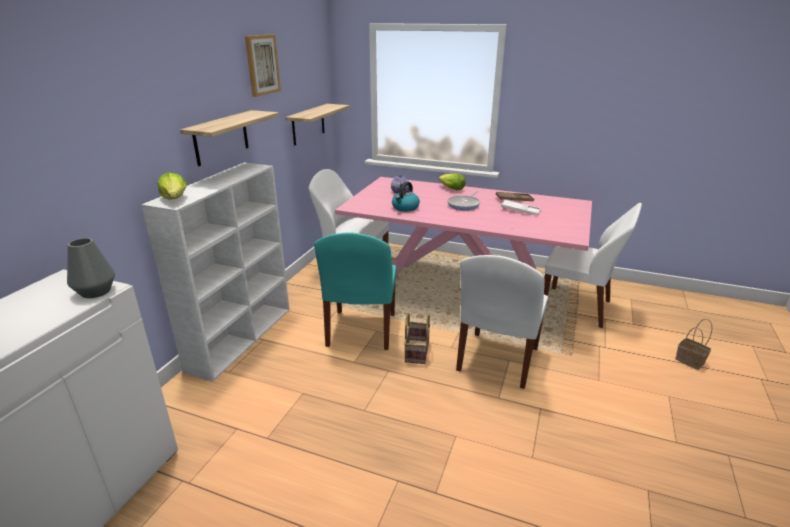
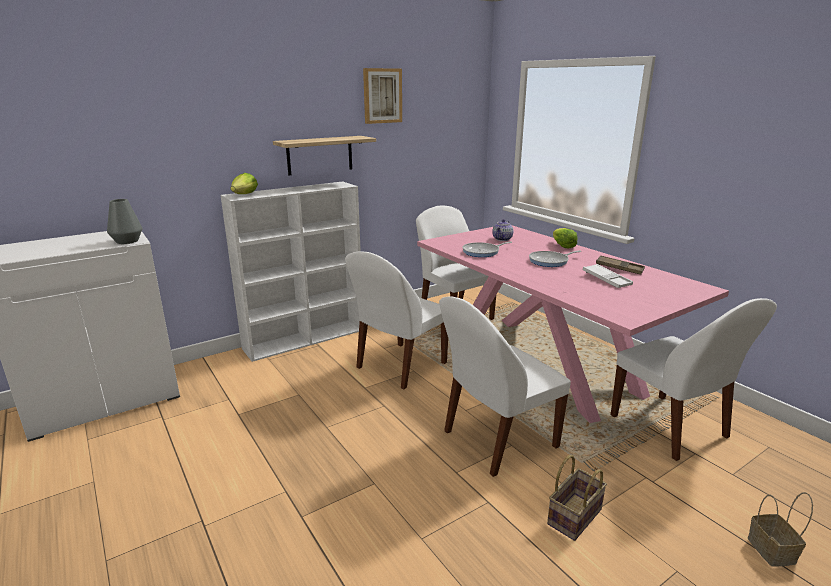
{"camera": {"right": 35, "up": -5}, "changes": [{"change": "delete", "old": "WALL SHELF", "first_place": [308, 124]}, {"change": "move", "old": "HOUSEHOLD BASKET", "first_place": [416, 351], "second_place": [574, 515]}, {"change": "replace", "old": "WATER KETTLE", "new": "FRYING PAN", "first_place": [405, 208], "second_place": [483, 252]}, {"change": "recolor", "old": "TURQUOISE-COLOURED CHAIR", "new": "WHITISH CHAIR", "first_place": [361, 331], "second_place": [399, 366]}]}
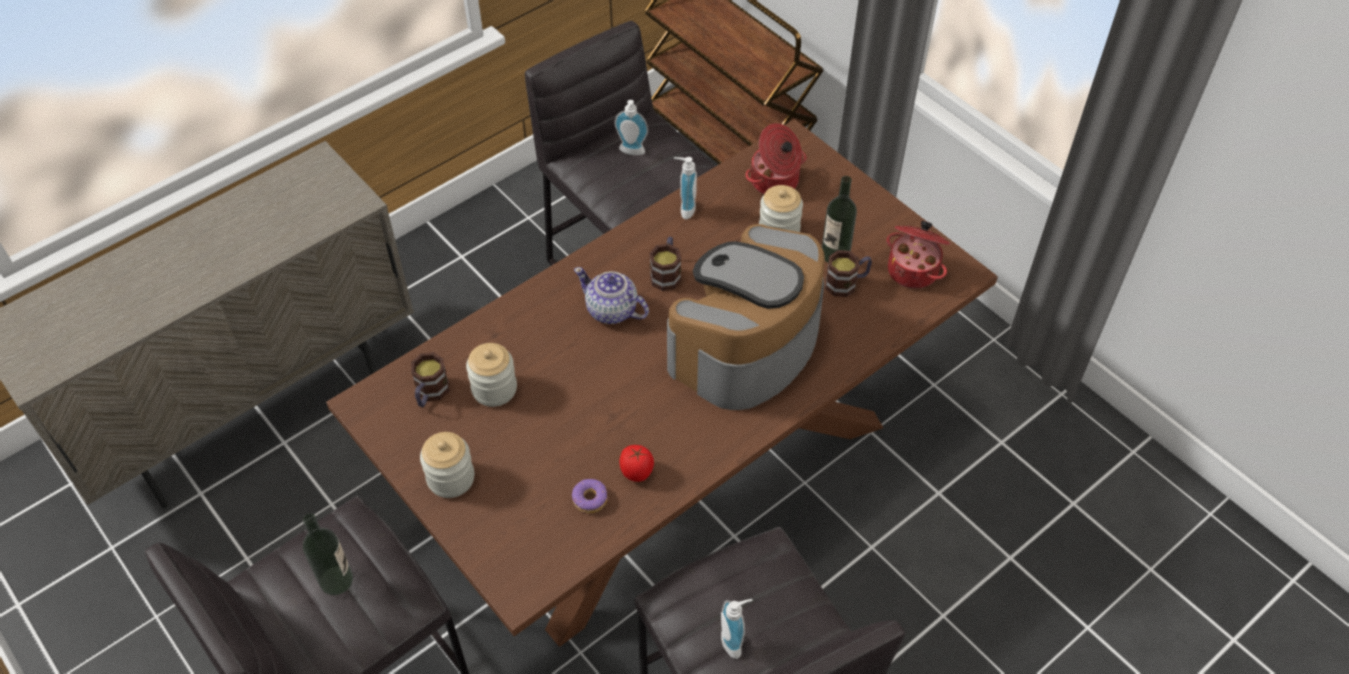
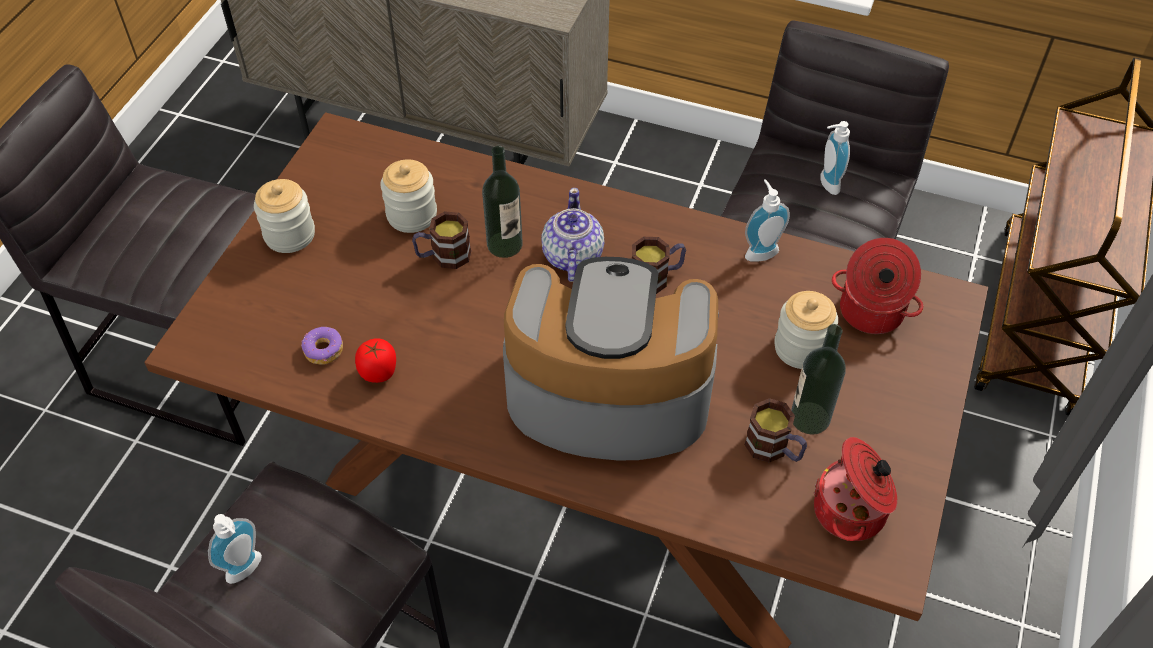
{"camera": {"right": 60, "up": 0}, "changes": [{"change": "move", "old": "BEVERAGE BOTTLE", "first_place": [336, 580], "second_place": [504, 244]}, {"change": "move", "old": "MUG", "first_place": [430, 394], "second_place": [443, 256]}]}
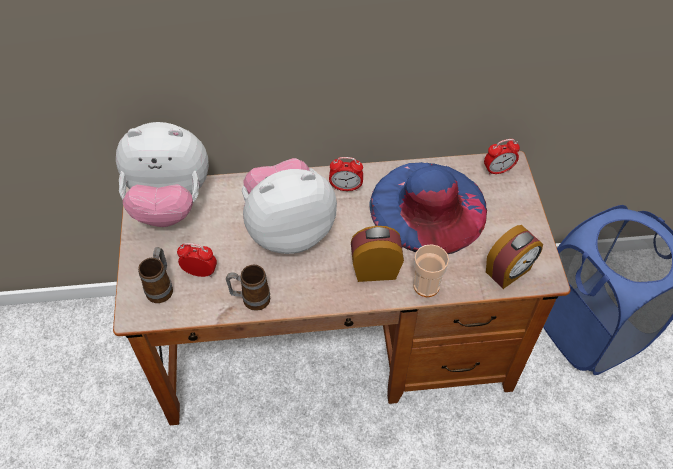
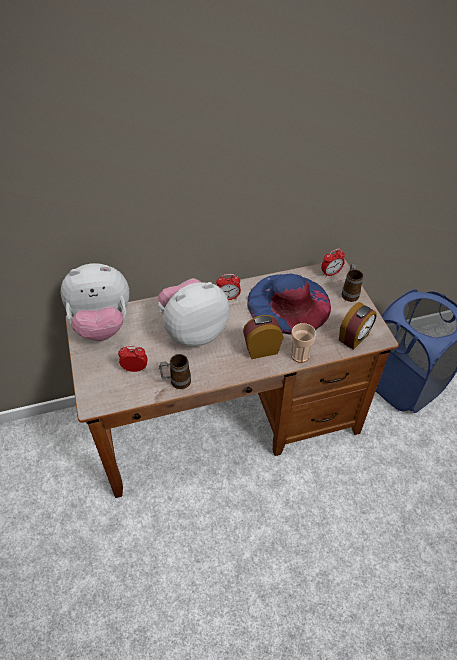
{"camera": {"right": -10, "up": -5}, "changes": [{"change": "move", "old": "MUG", "first_place": [161, 287], "second_place": [349, 293]}]}
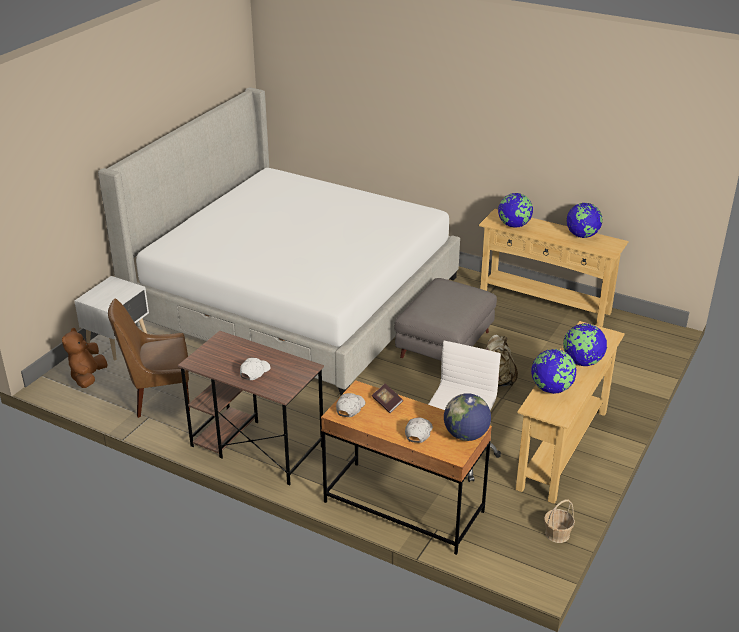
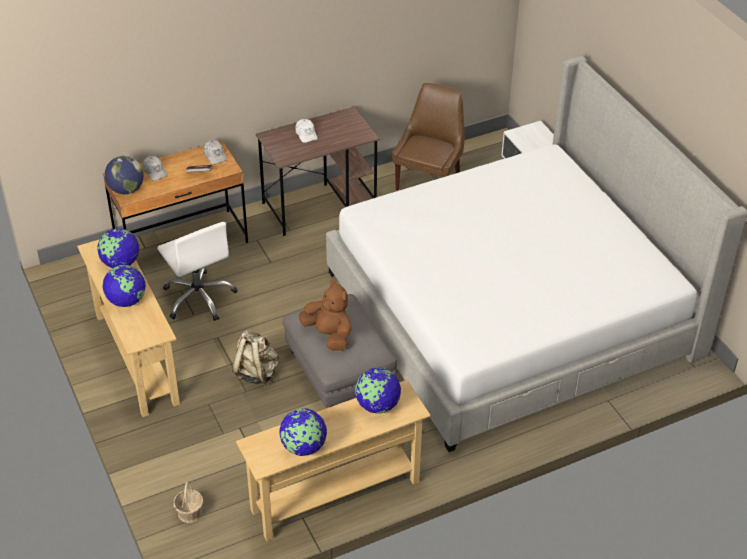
{"camera": {"right": 125, "up": 10}, "changes": [{"change": "move", "old": "BROWN PLUSH TOY", "first_place": [88, 377], "second_place": [329, 335]}, {"change": "move", "old": "HOUSEHOLD BASKET", "first_place": [557, 534], "second_place": [190, 513]}]}
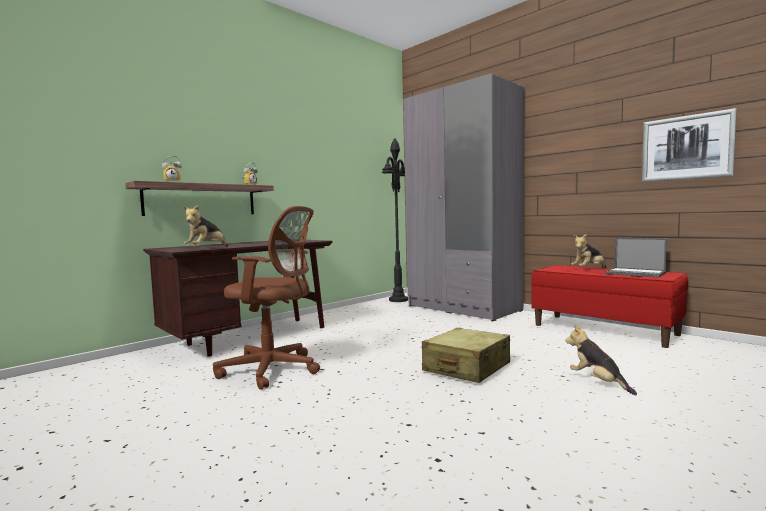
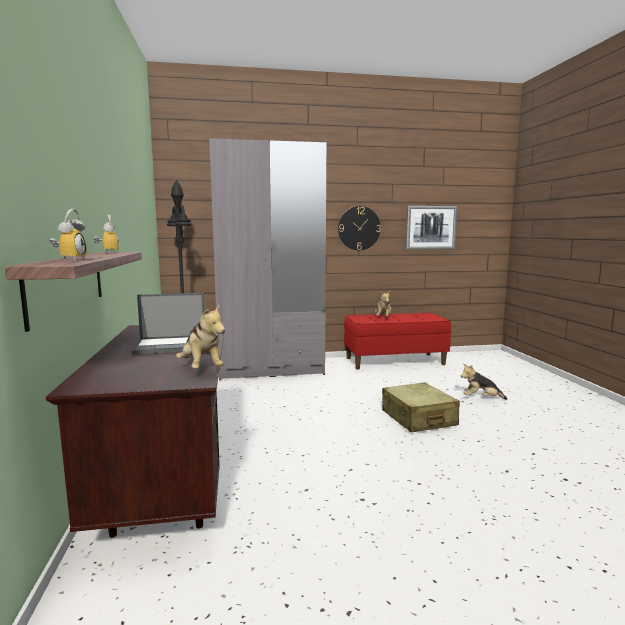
{"camera": {"right": -55, "up": 5}, "changes": [{"change": "delete", "old": "BROWN COMPUTER CHAIR", "first_place": [273, 370]}, {"change": "insert", "new": "CLOCK ON THE WALL", "second_place": [359, 228]}, {"change": "move", "old": "NOTEBOOK COMPUTER", "first_place": [636, 273], "second_place": [172, 345]}]}
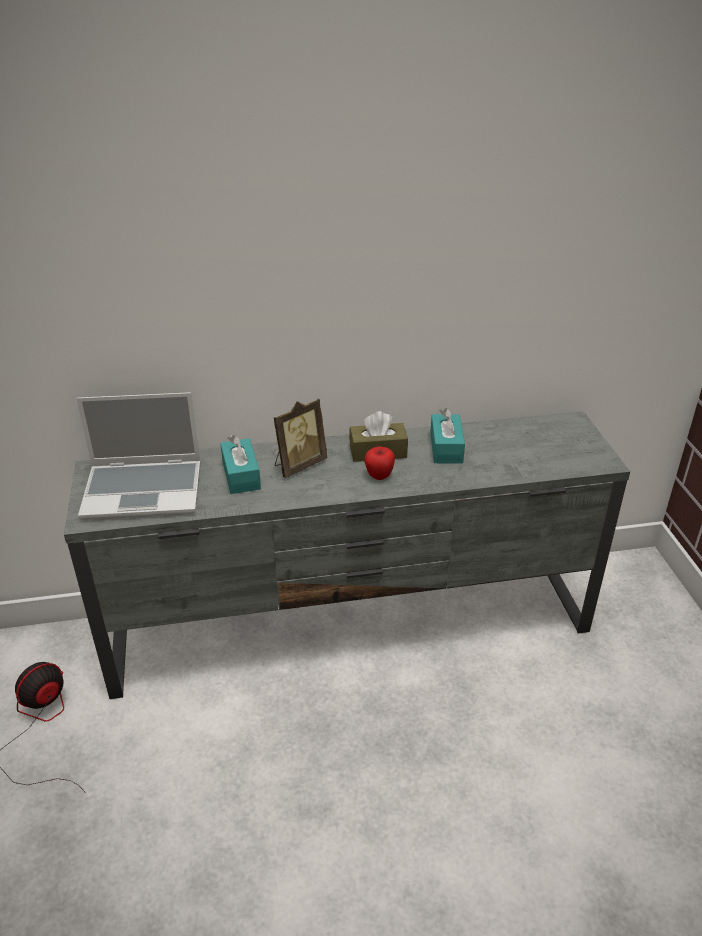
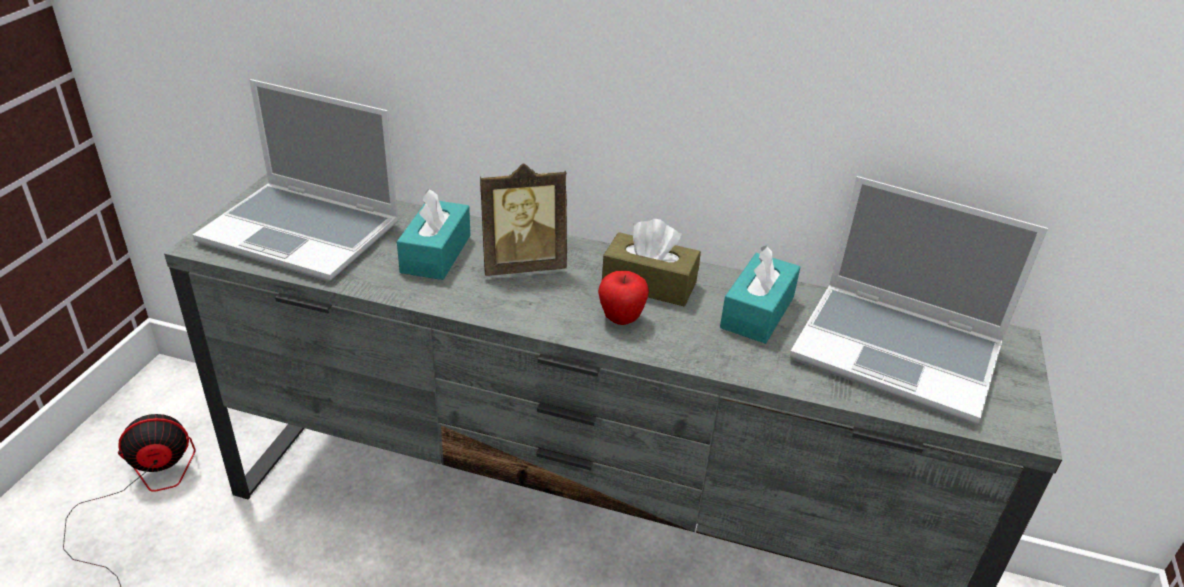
{"camera": {"right": 25, "up": 0}, "changes": [{"change": "insert", "new": "NOTEBOOK COMPUTER", "second_place": [899, 353]}]}
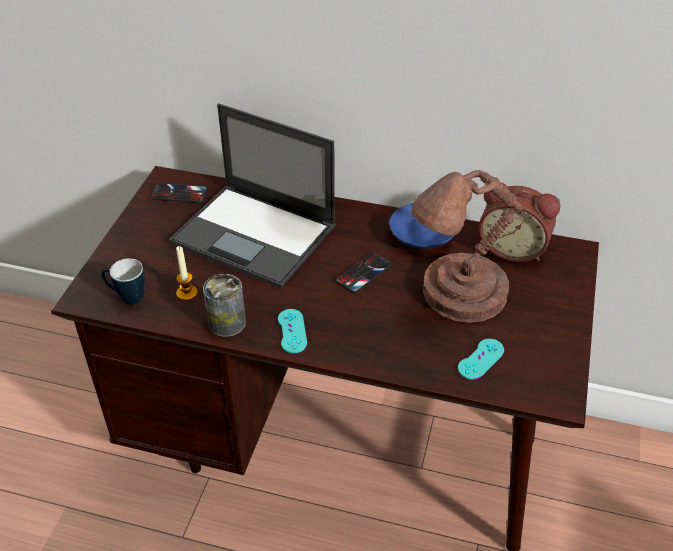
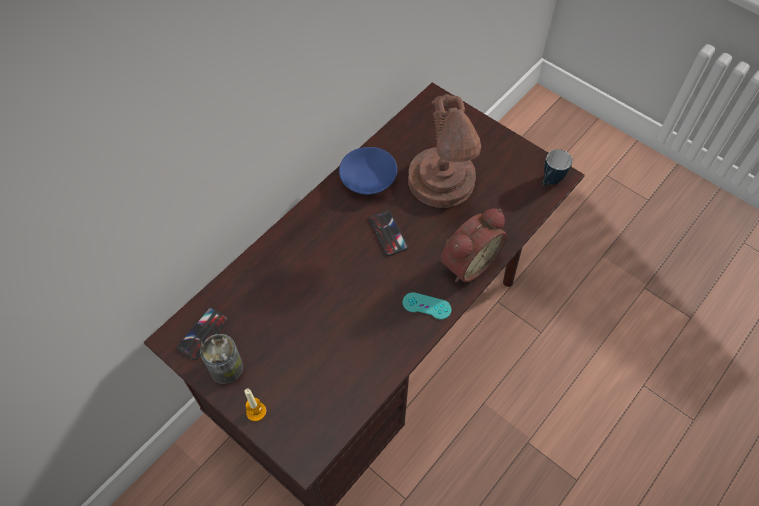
{"camera": {"right": -65, "up": 15}, "changes": [{"change": "delete", "old": "NOTEBOOK COMPUTER", "first_place": [255, 235]}, {"change": "delete", "old": "TURQUOISE-COLOURED JOYPAD", "first_place": [481, 359]}, {"change": "move", "old": "MUG", "first_place": [127, 297], "second_place": [549, 182]}, {"change": "move", "old": "WAX CANDLE", "first_place": [187, 293], "second_place": [256, 411]}, {"change": "move", "old": "CAN", "first_place": [227, 323], "second_place": [226, 368]}, {"change": "move", "old": "TABLE CLOCK", "first_place": [513, 247], "second_place": [467, 261]}]}
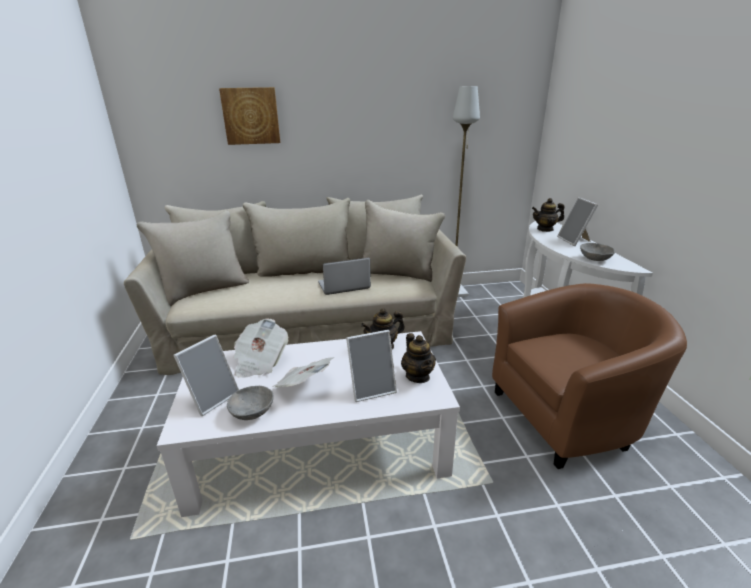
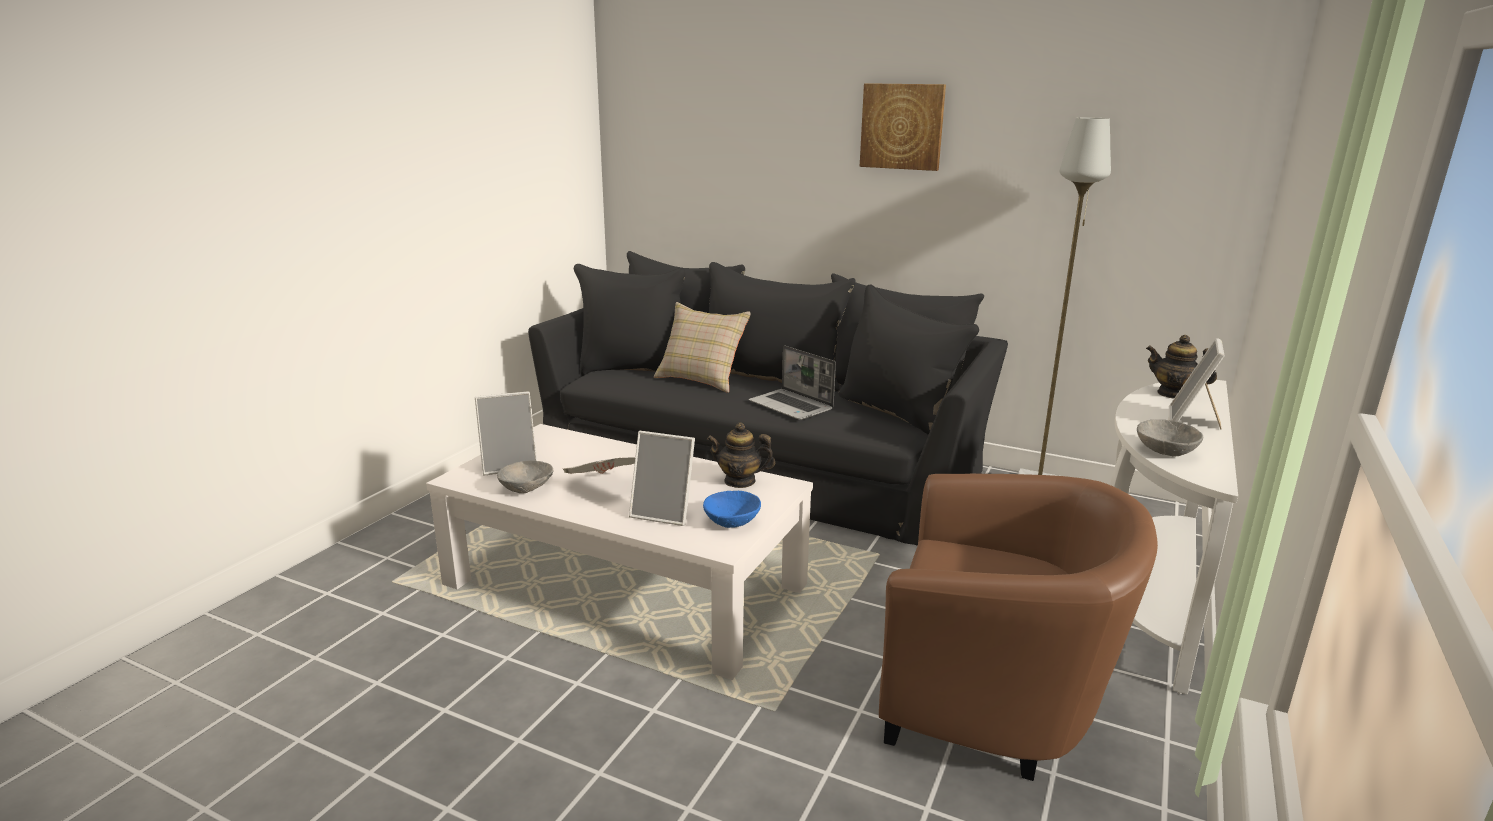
{"camera": {"right": 35, "up": -5}, "changes": [{"change": "delete", "old": "NEWSPAPER", "first_place": [260, 361]}, {"change": "insert", "new": "BEIGE-COLOURED THROW PILLOW", "second_place": [701, 379]}, {"change": "move", "old": "PICTURE", "first_place": [251, 116], "second_place": [902, 126]}, {"change": "replace", "old": "TEA POT", "new": "BLUE-COLOURED DEEP DISH", "first_place": [418, 376], "second_place": [732, 521]}, {"change": "recolor", "old": "BEIGE-COLOURED SETTEE", "new": "BLACKISH SETTEE", "first_place": [311, 326], "second_place": [762, 464]}, {"change": "rotate", "old": "NOTEBOOK COMPUTER", "first_place": [343, 286], "second_place": [792, 406], "degrees": -150}]}
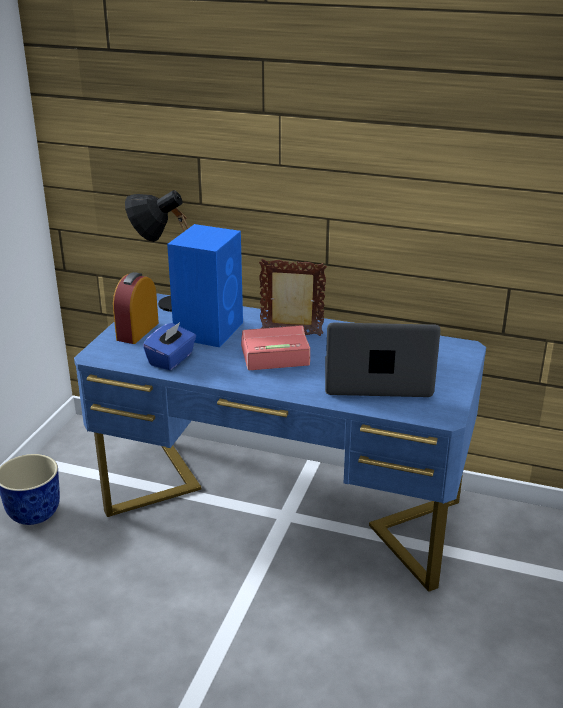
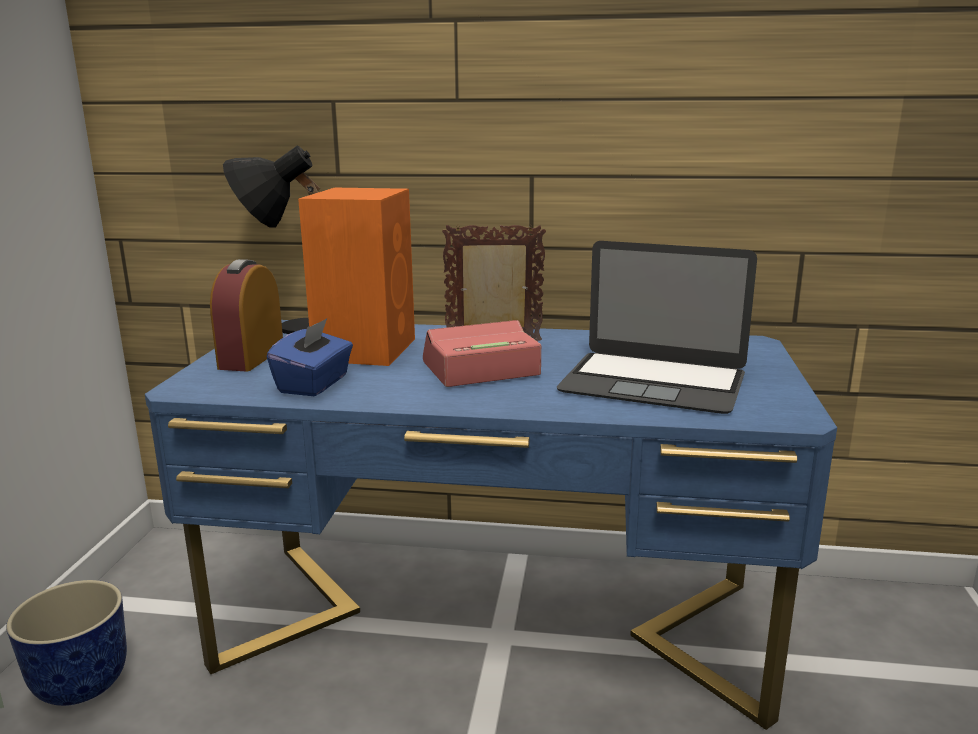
{"camera": {"right": -10, "up": -10}, "changes": [{"change": "recolor", "old": "BLUE-COLOURED LOUDSPEAKER", "new": "ORANGE LOUDSPEAKER", "first_place": [209, 329], "second_place": [366, 349]}, {"change": "rotate", "old": "NOTEBOOK COMPUTER", "first_place": [377, 378], "second_place": [653, 382], "degrees": -150}]}
